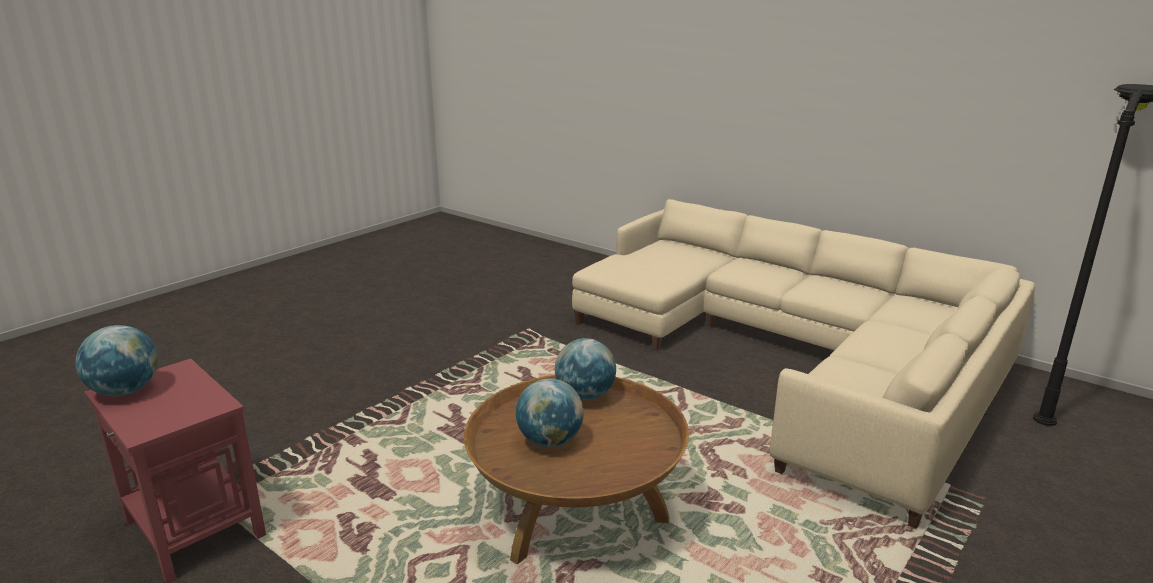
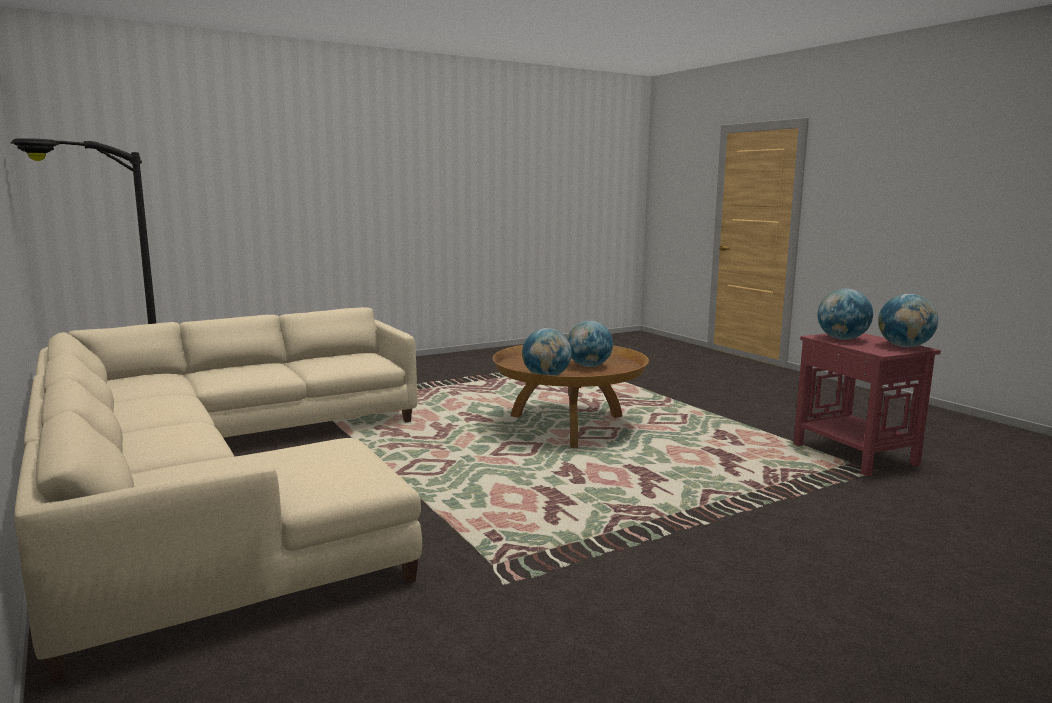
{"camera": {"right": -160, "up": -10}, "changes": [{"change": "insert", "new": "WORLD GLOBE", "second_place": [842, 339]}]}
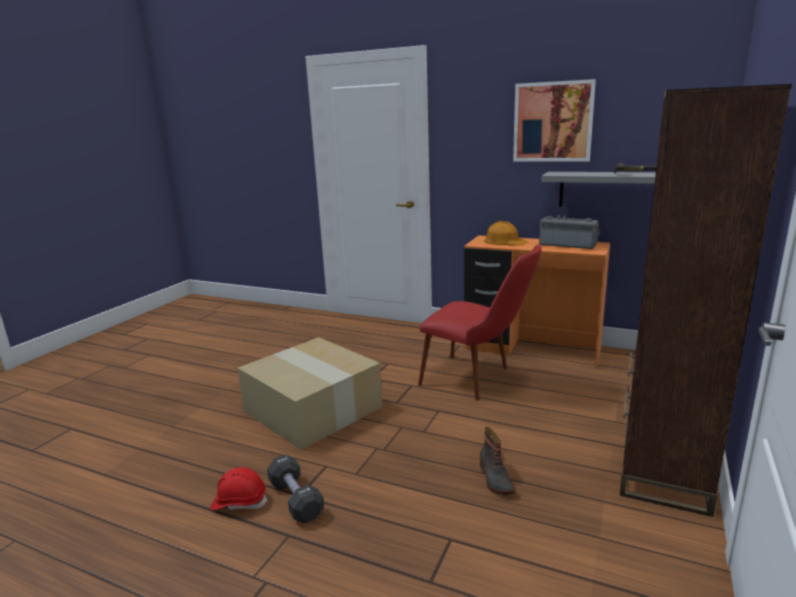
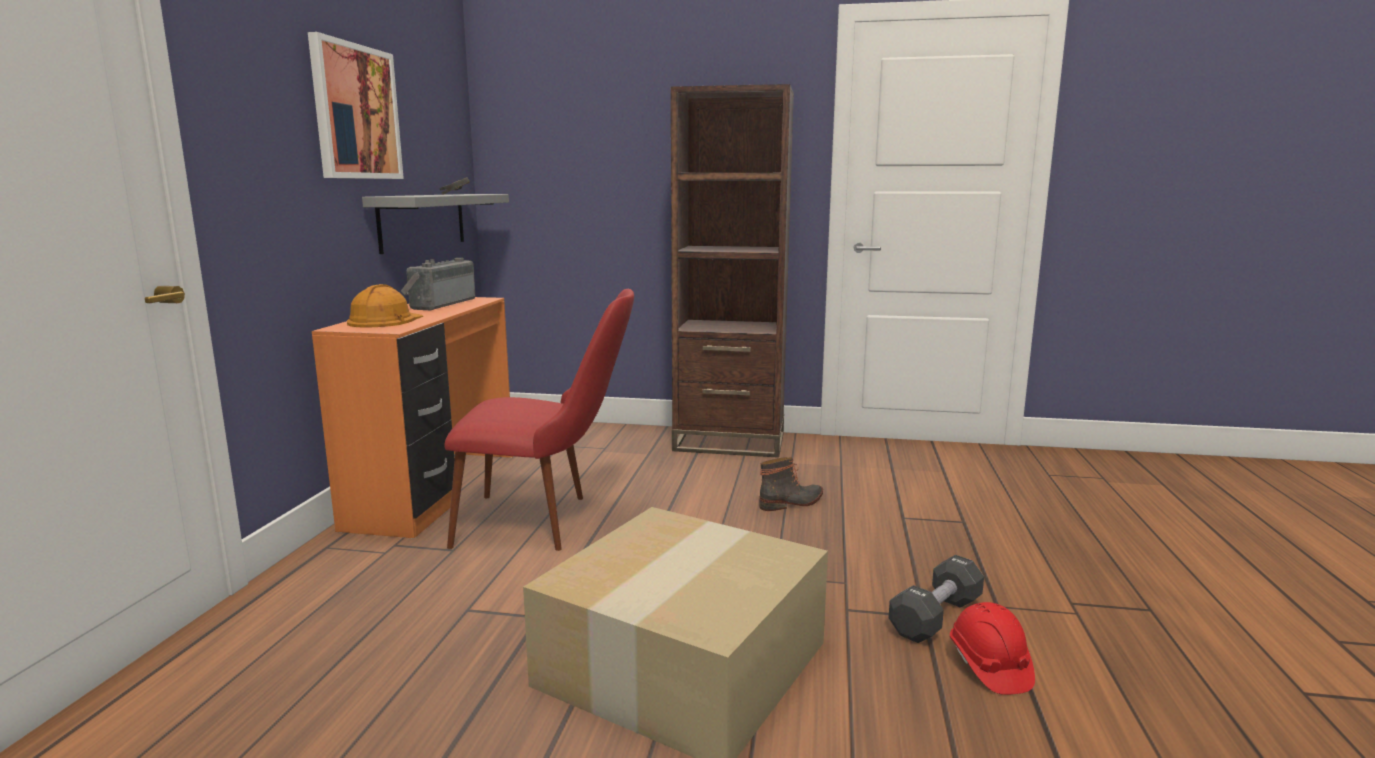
{"camera": {"right": -105, "up": -5}, "changes": [{"change": "rotate", "old": "RED CHAIR", "first_place": [478, 380], "second_place": [547, 521], "degrees": 75}]}
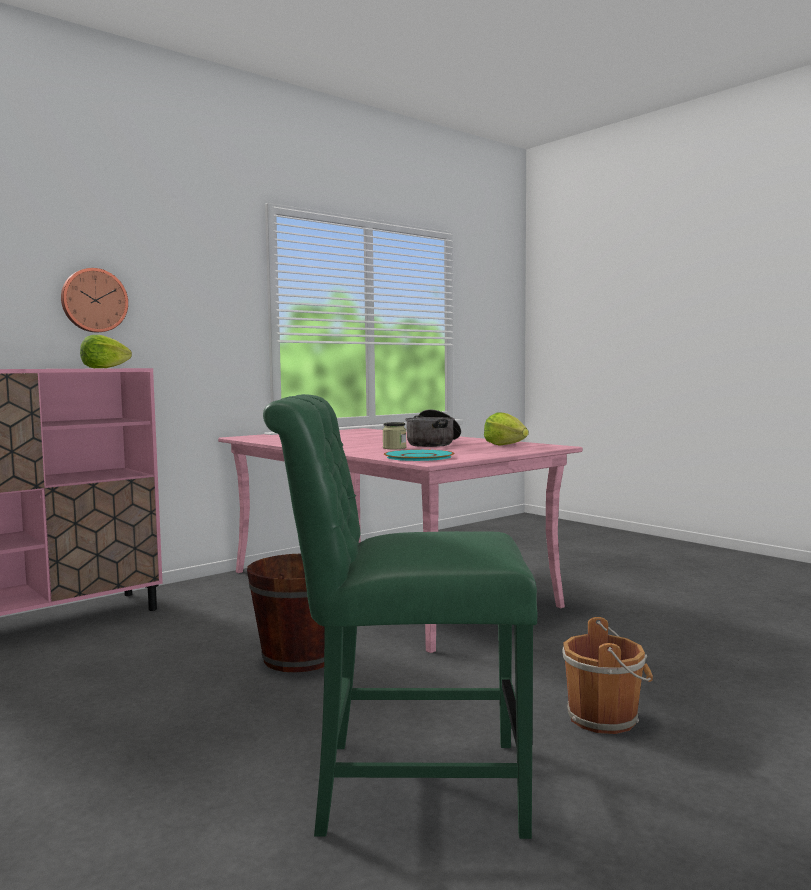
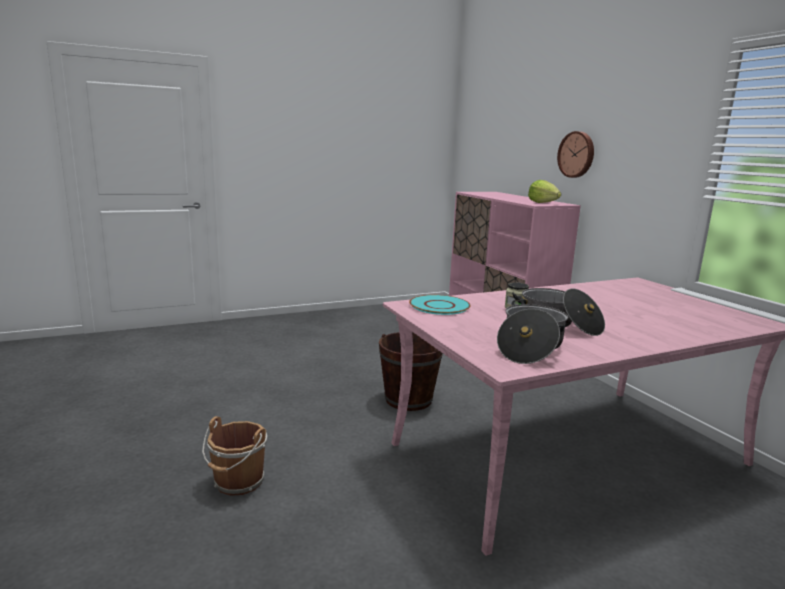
{"camera": {"right": 105, "up": 10}, "changes": [{"change": "delete", "old": "GREEN CHAIR", "first_place": [407, 784]}, {"change": "replace", "old": "LETTUCE", "new": "SAUCEPOT", "first_place": [505, 445], "second_place": [530, 347]}]}
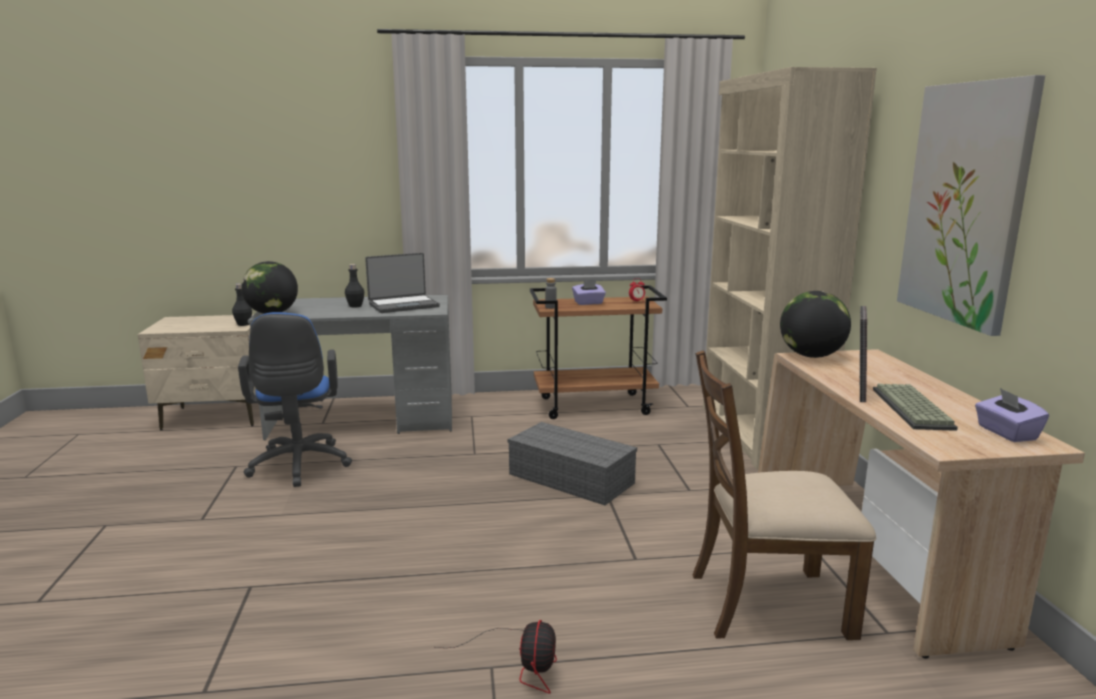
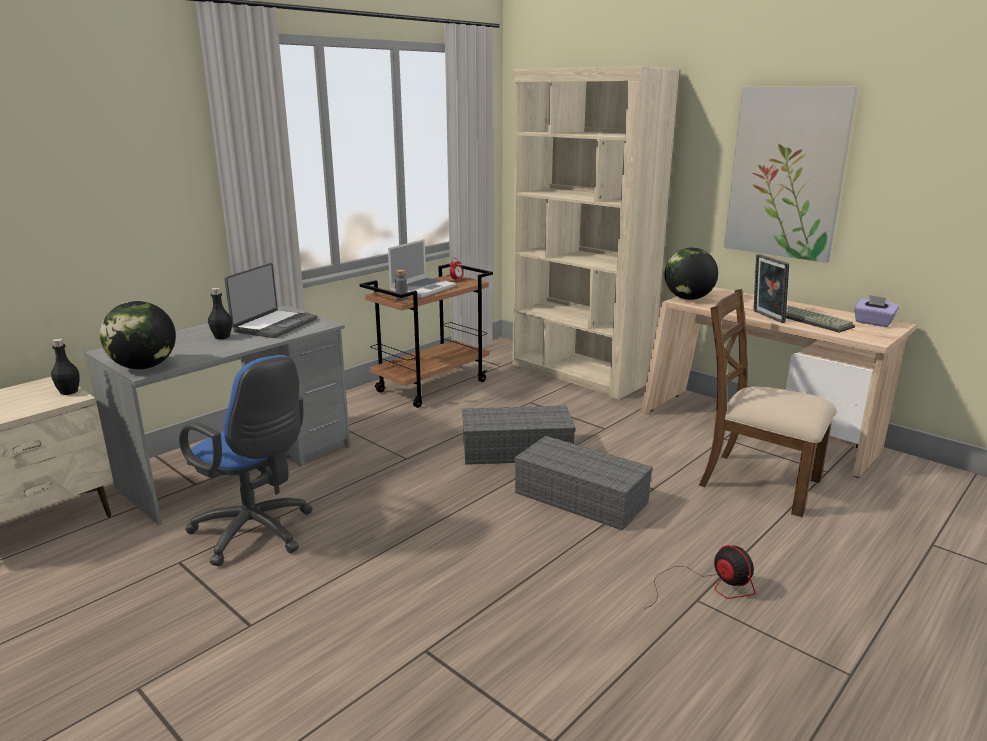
{"camera": {"right": -40, "up": 5}, "changes": [{"change": "insert", "new": "GRAY STORAGE CONTAINER", "second_place": [583, 497]}, {"change": "replace", "old": "PURPLE BOX OF TISSUES", "new": "NOTEBOOK COMPUTER", "first_place": [588, 303], "second_place": [422, 289]}, {"change": "rotate", "old": "BROWN CHAIR", "first_place": [767, 603], "second_place": [758, 482], "degrees": 75}]}
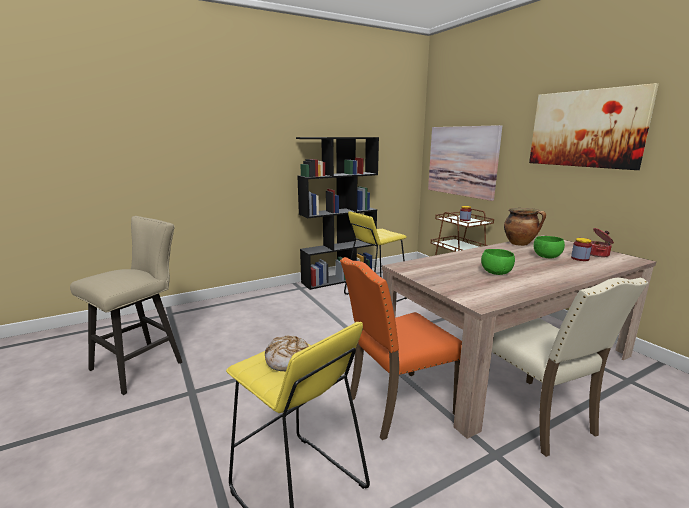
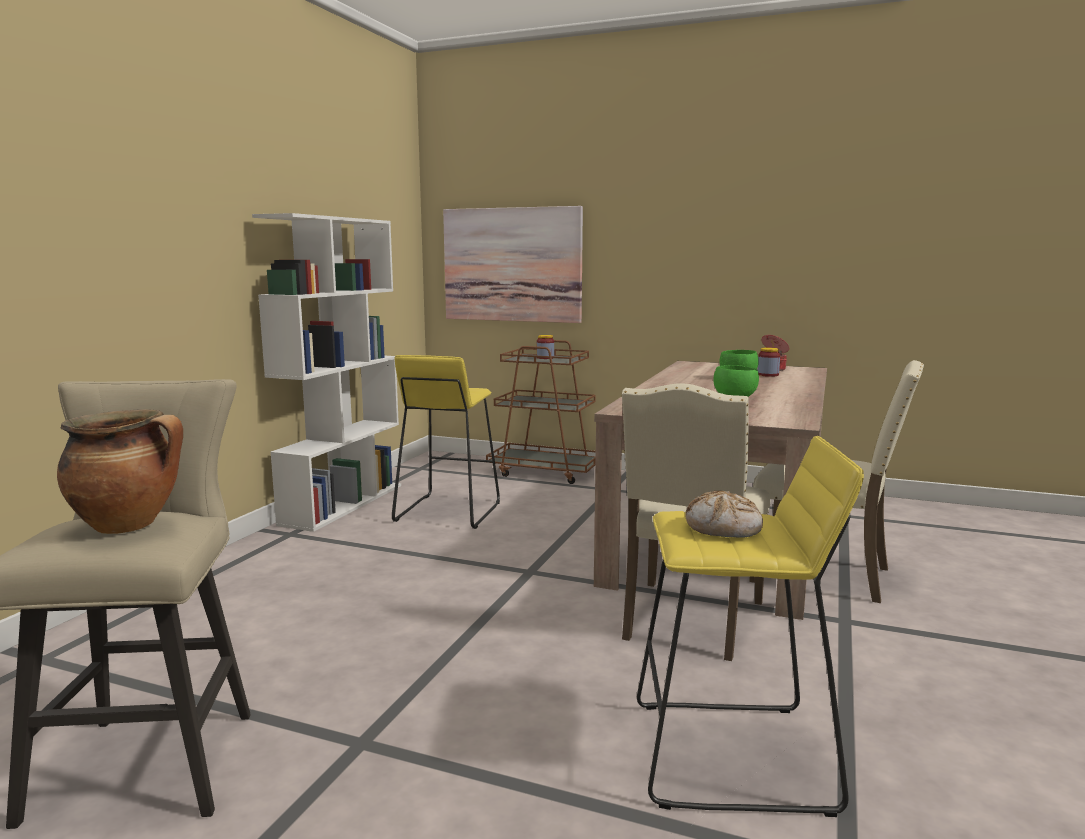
{"camera": {"right": -40, "up": -5}, "changes": [{"change": "delete", "old": "PICTURE", "first_place": [585, 129]}, {"change": "move", "old": "SAUCEPOT", "first_place": [520, 244], "second_place": [129, 525]}, {"change": "recolor", "old": "BLACKISH SHELVING UNIT", "new": "WHITISH SHELVING UNIT", "first_place": [339, 279], "second_place": [343, 504]}, {"change": "recolor", "old": "ORANGE CHAIR", "new": "BEIGE-COLOURED CHAIR", "first_place": [398, 405], "second_place": [690, 620]}]}
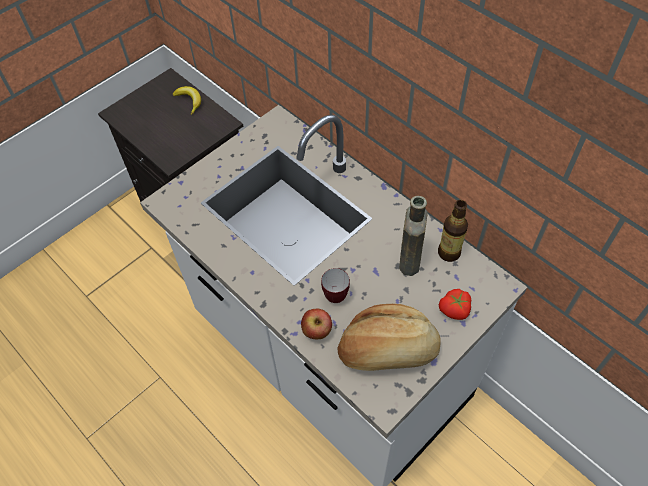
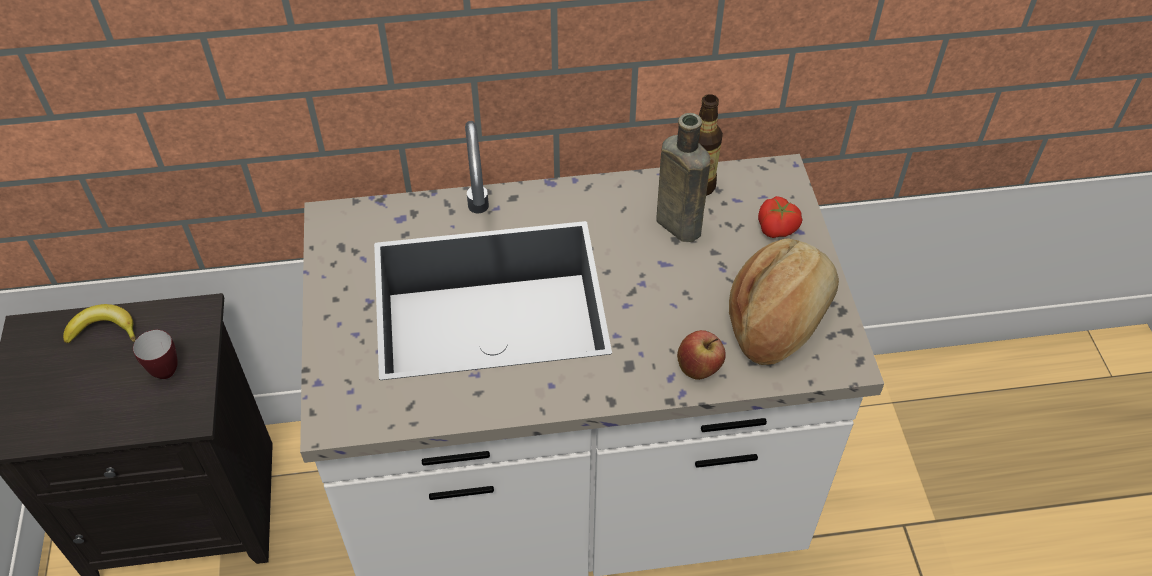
{"camera": {"right": -55, "up": -5}, "changes": [{"change": "move", "old": "MUG", "first_place": [335, 293], "second_place": [161, 369]}]}
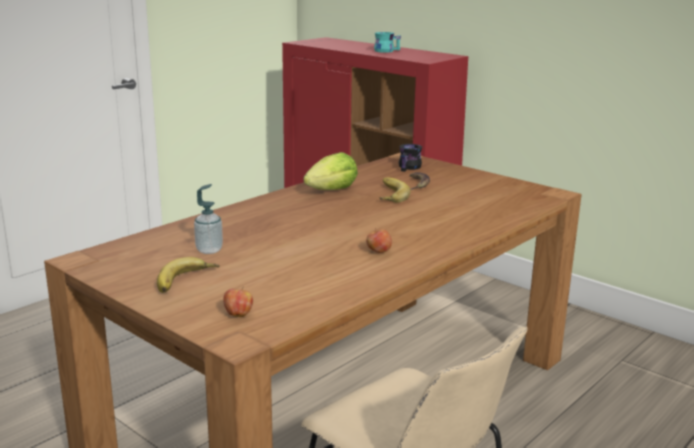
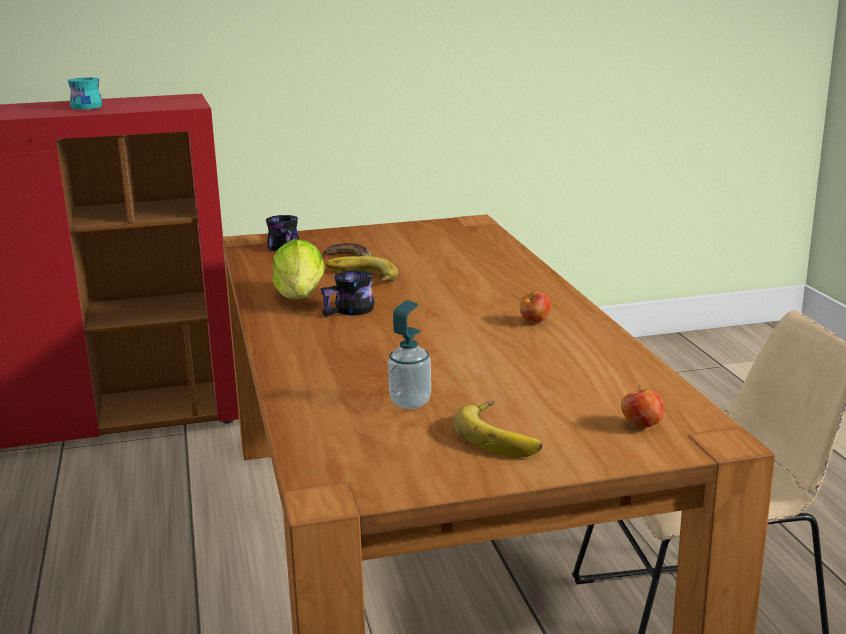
{"camera": {"right": -55, "up": 0}, "changes": [{"change": "insert", "new": "BLACKISH MUG", "second_place": [351, 311]}]}
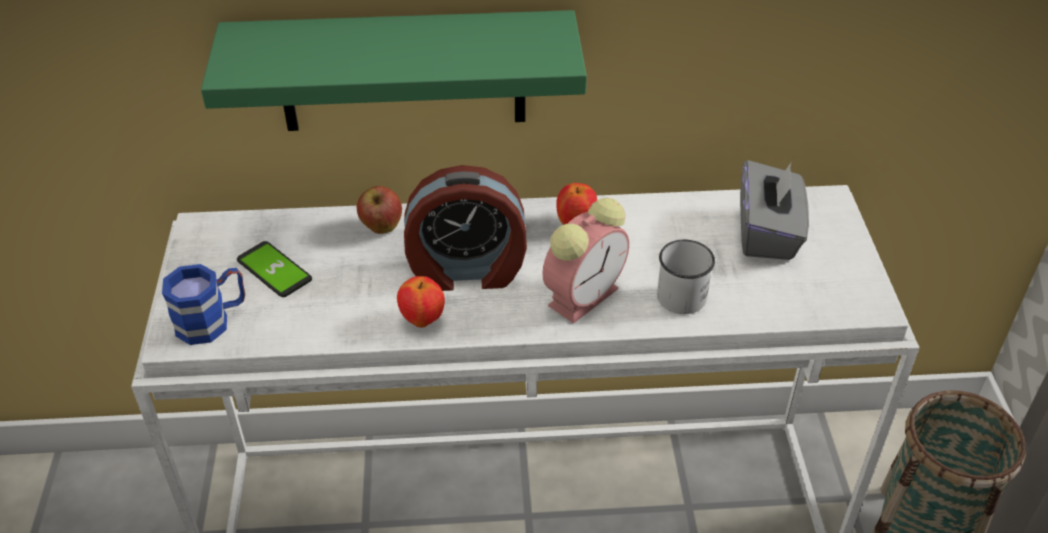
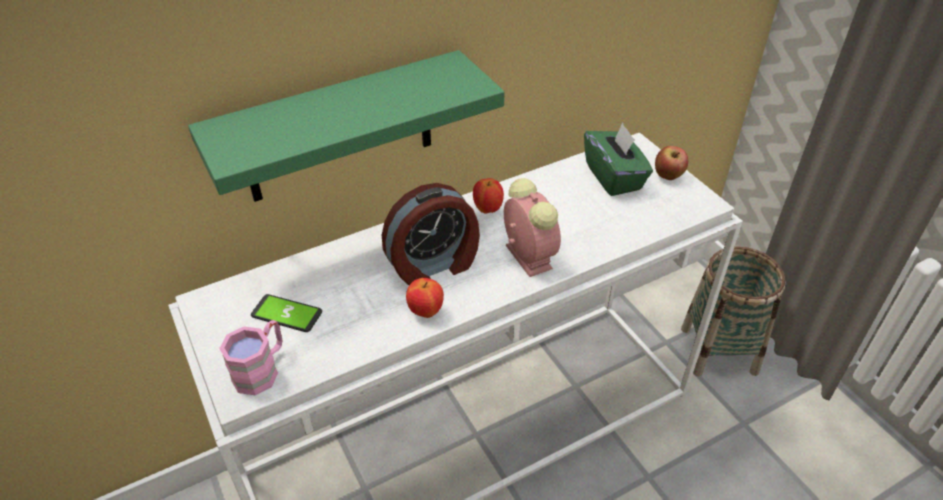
{"camera": {"right": -25, "up": 0}, "changes": [{"change": "delete", "old": "WHITISH MUG", "first_place": [681, 291]}, {"change": "move", "old": "APPLE", "first_place": [381, 228], "second_place": [668, 176]}, {"change": "recolor", "old": "BLUE-COLOURED MUG", "new": "PINKISH MUG", "first_place": [213, 320], "second_place": [262, 369]}, {"change": "recolor", "old": "GRAY BOX OF TISSUES", "new": "GREEN BOX OF TISSUES", "first_place": [767, 233], "second_place": [614, 177]}, {"change": "rotate", "old": "TABLE CLOCK", "first_place": [584, 295], "second_place": [526, 255], "degrees": -45}]}
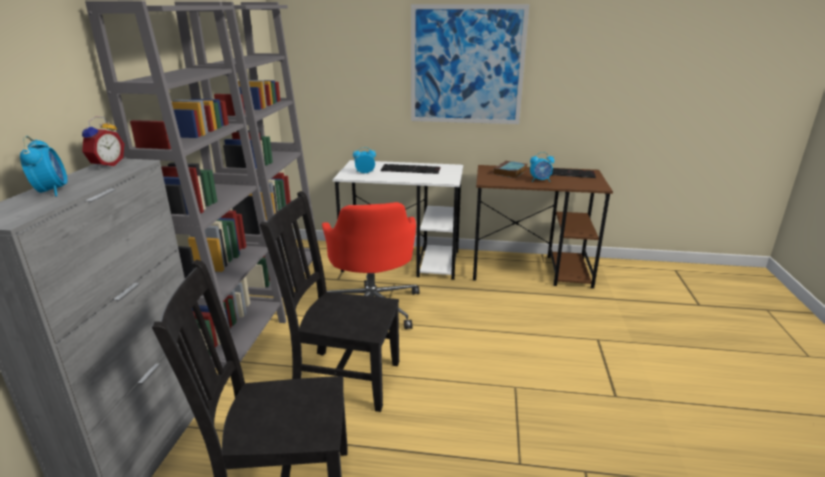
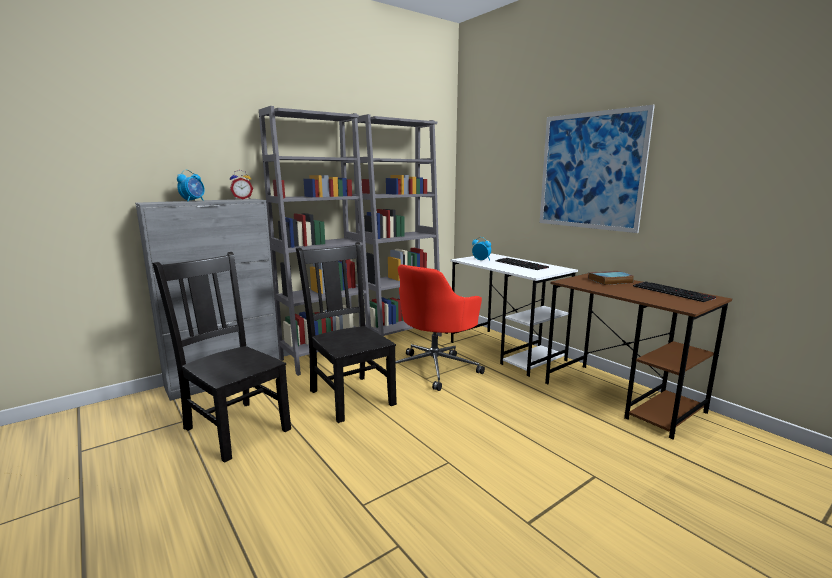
{"camera": {"right": 45, "up": -10}, "changes": [{"change": "delete", "old": "TABLE CLOCK", "first_place": [540, 180]}]}
